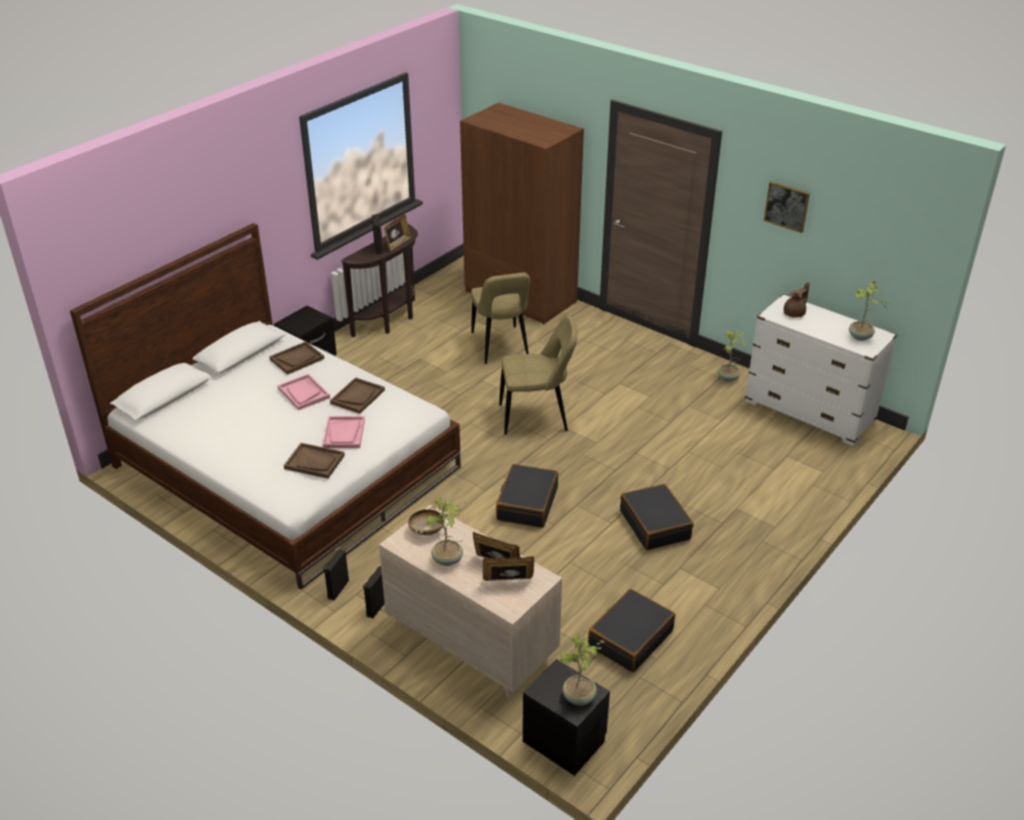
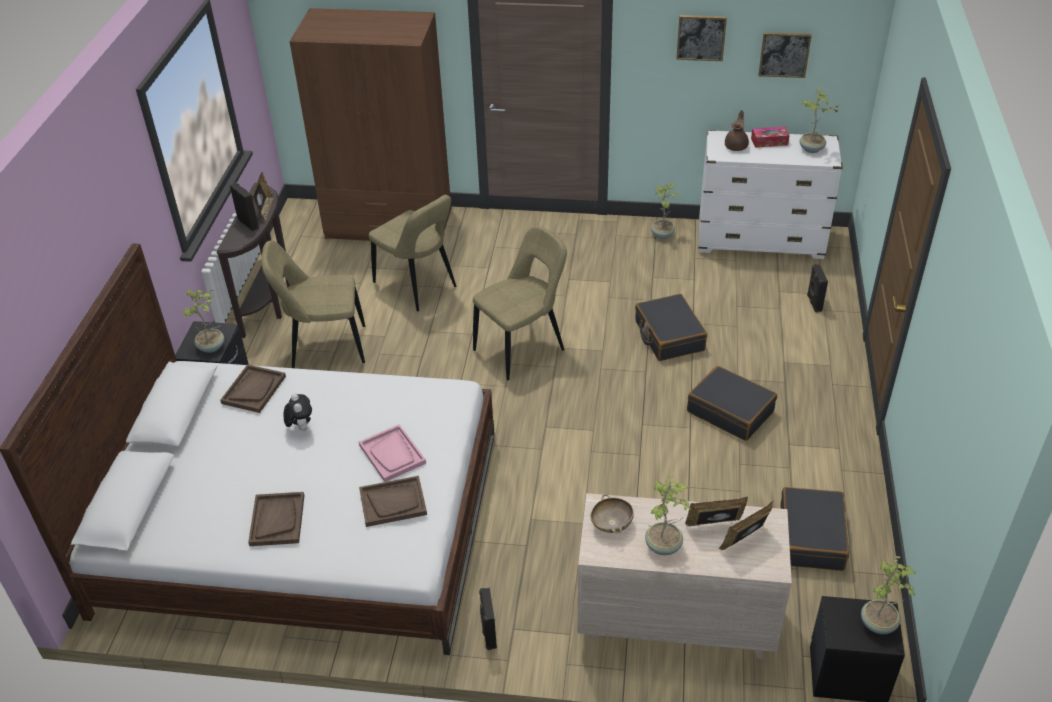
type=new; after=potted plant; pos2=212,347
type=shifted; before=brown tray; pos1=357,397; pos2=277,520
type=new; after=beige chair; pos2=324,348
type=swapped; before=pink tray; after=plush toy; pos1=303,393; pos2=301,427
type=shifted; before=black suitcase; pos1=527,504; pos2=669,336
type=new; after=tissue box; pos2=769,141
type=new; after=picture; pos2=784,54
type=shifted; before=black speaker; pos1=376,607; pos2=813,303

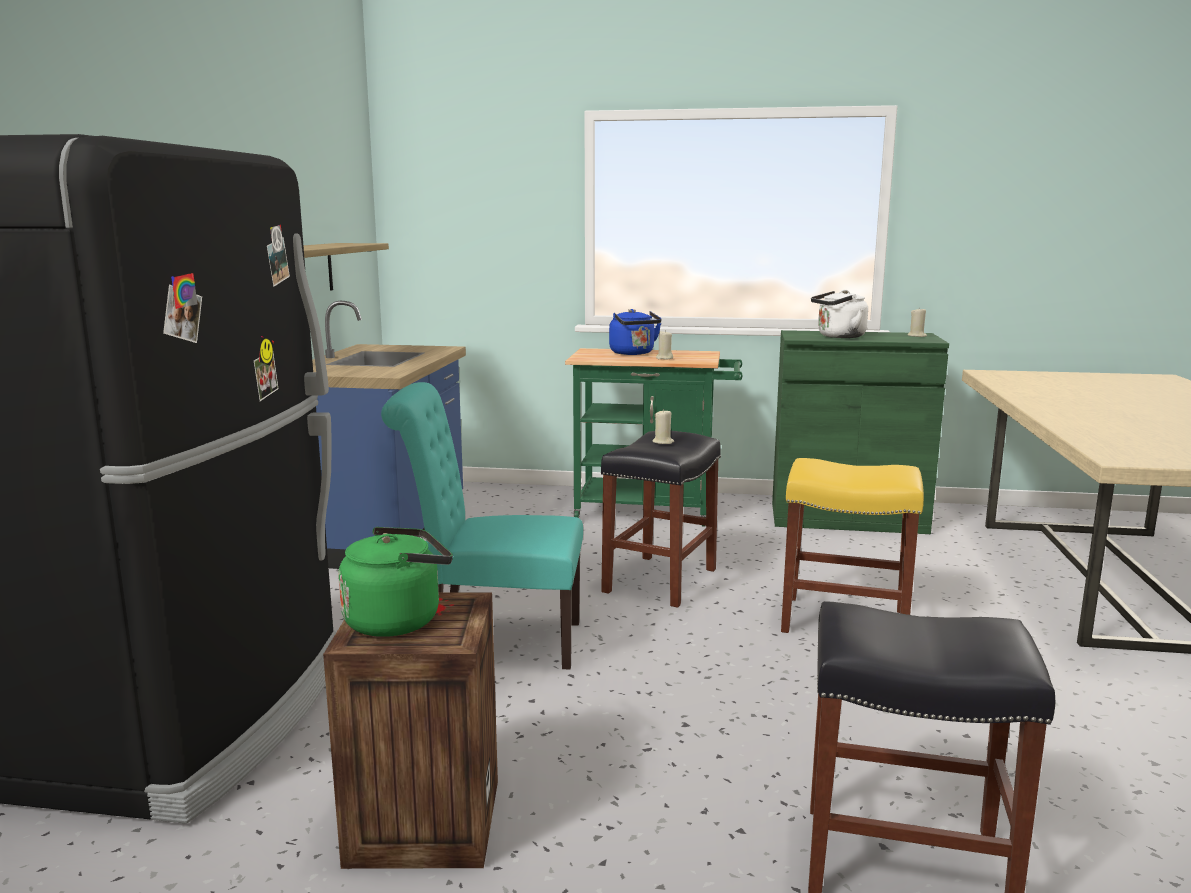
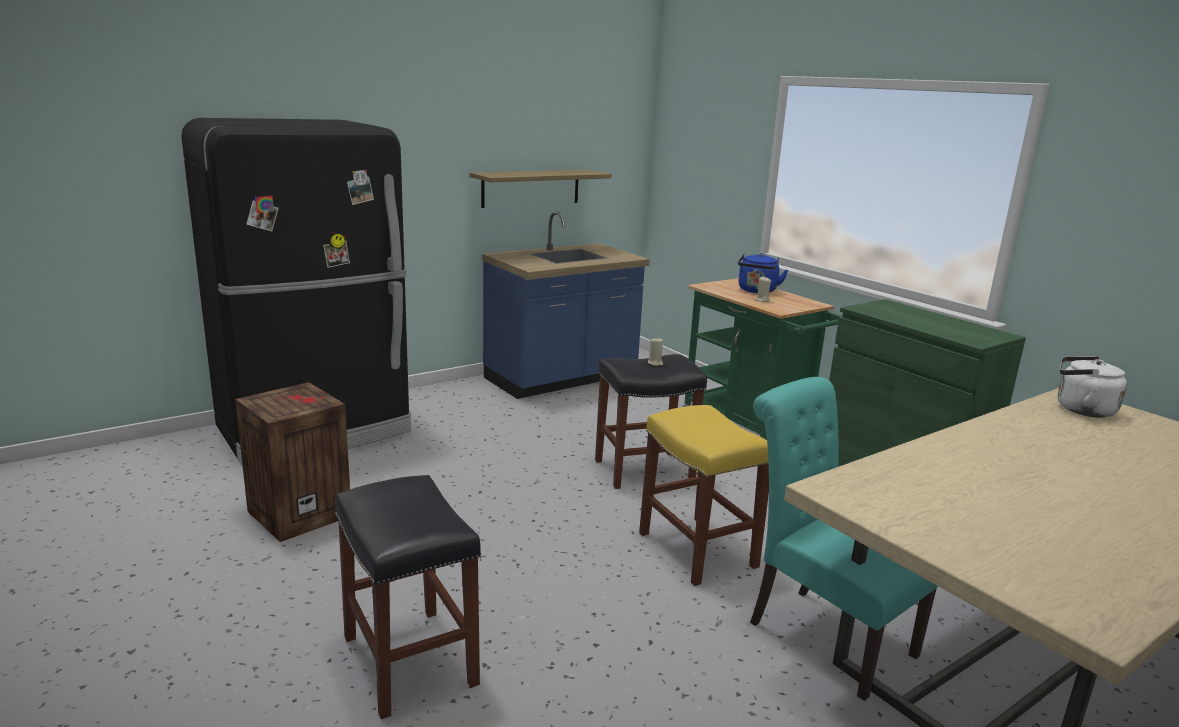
type=shifted; before=turquoise chair; pos1=494,642; pos2=822,634
type=shifted; before=white kettle; pos1=838,336; pos2=1080,409
type=gone; before=green kettle; pos1=398,620
type=gone; before=beige candle; pos1=917,336

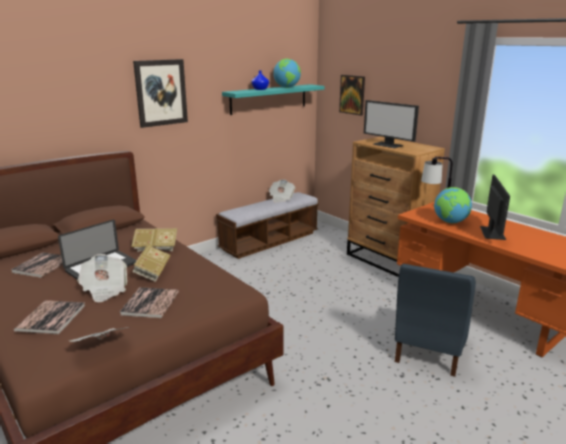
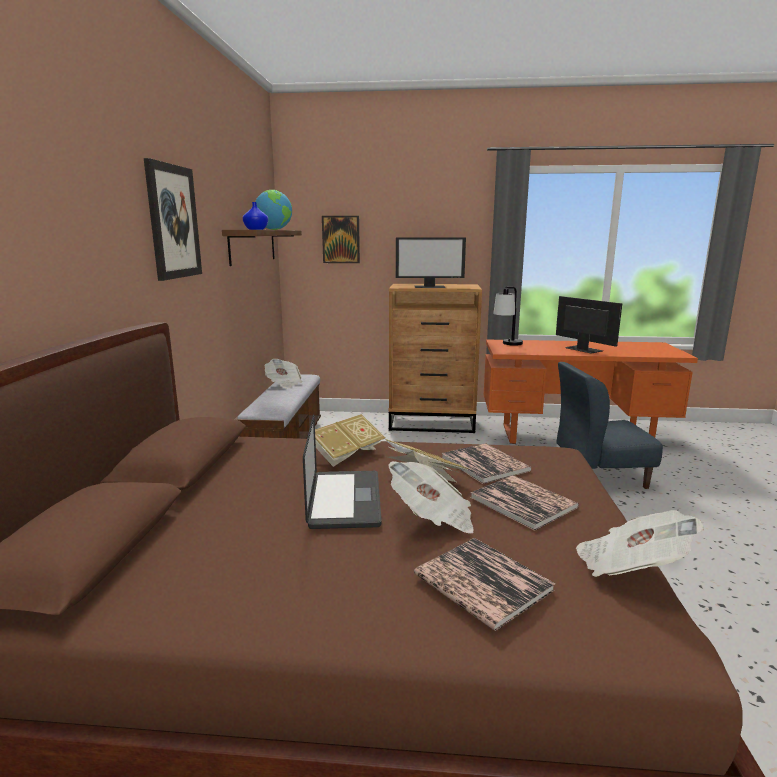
type=repainted; before=turquoise shelf; after=brown shelf; pos1=269,99; pos2=253,246
type=shifted; before=book; pos1=42,265; pos2=485,464
type=rotated; before=blue chair; pos1=428,350; pos2=599,476; turn=105
type=gone; before=globe; pos1=450,222

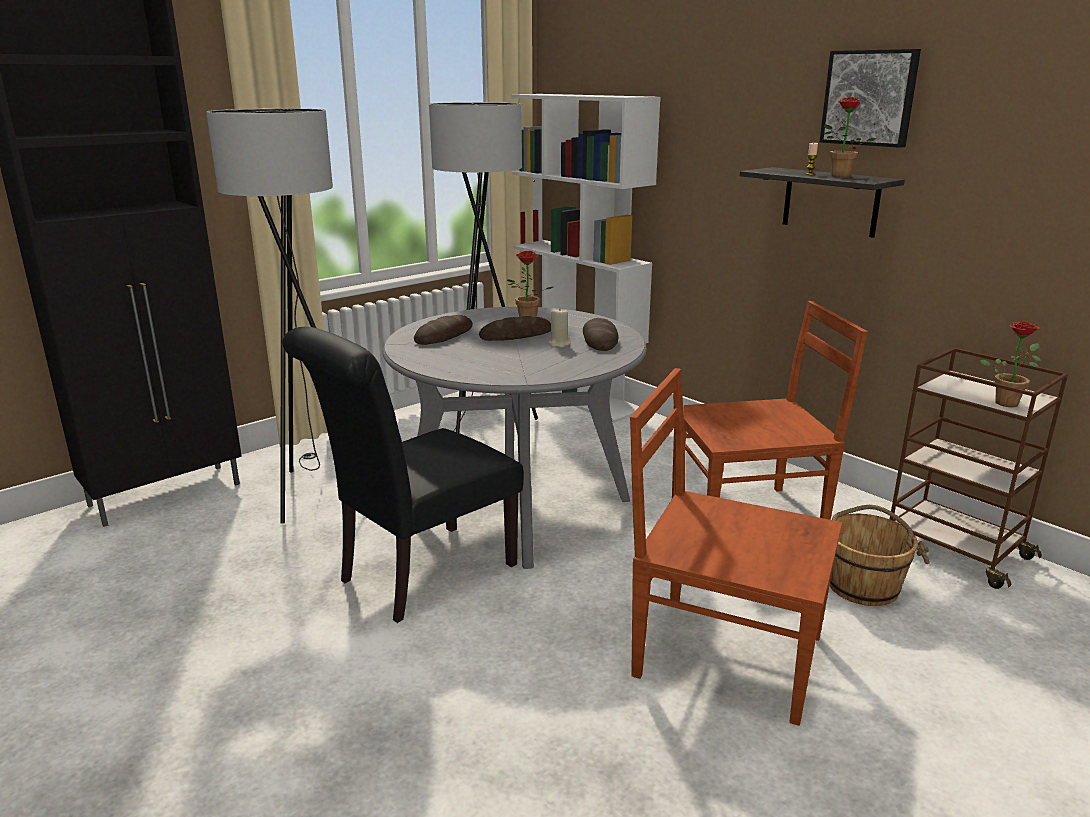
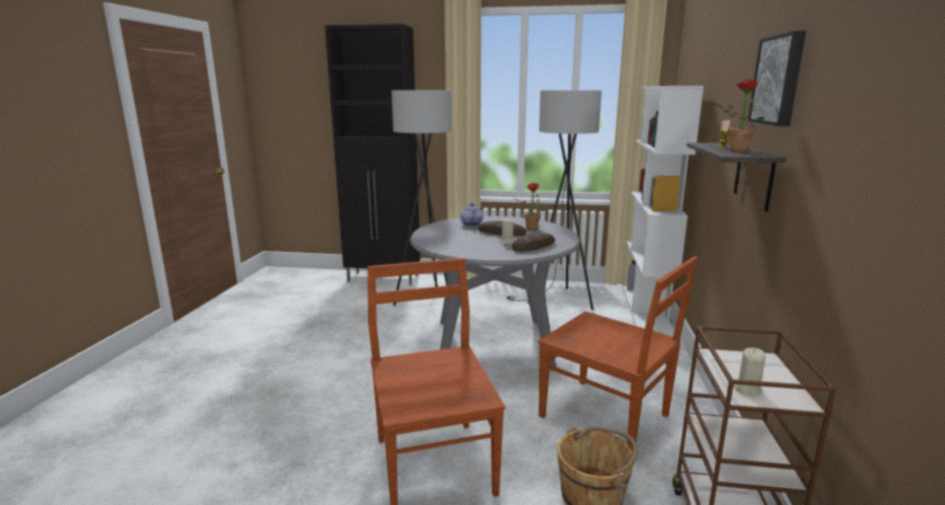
type=swapped; before=bread; after=teapot; pos1=444,335; pos2=471,224
type=swapped; before=potted plant; after=beige candle; pos1=1007,402; pos2=747,389
type=gone; before=black chair; pos1=419,575

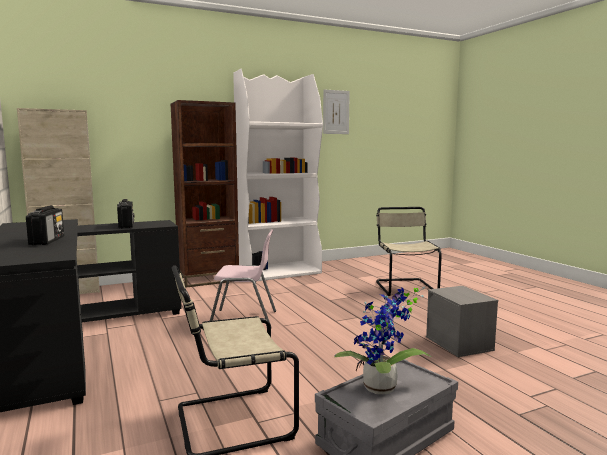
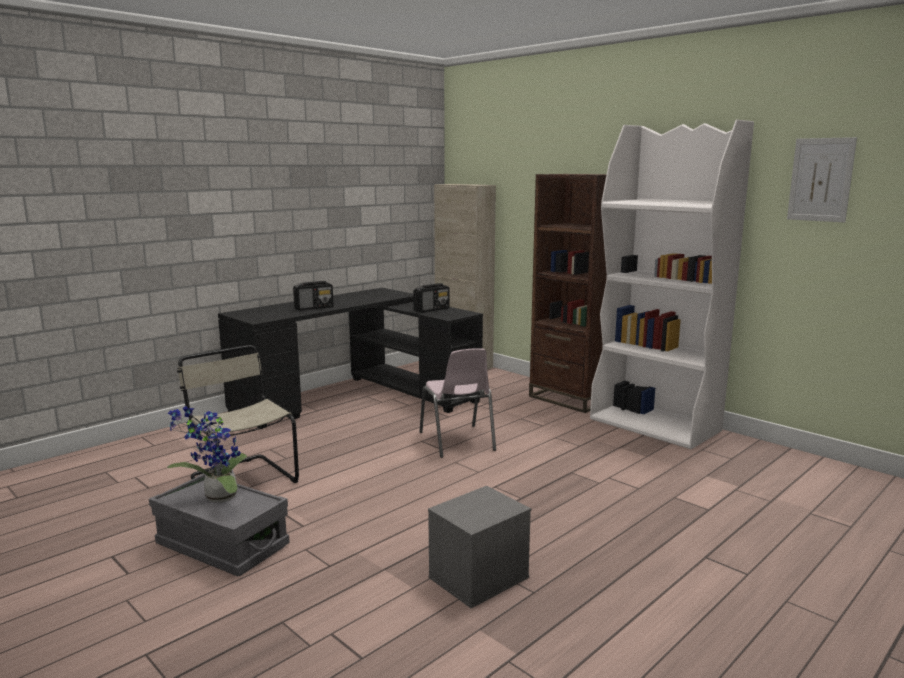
type=gone; before=beige chair; pos1=405,287

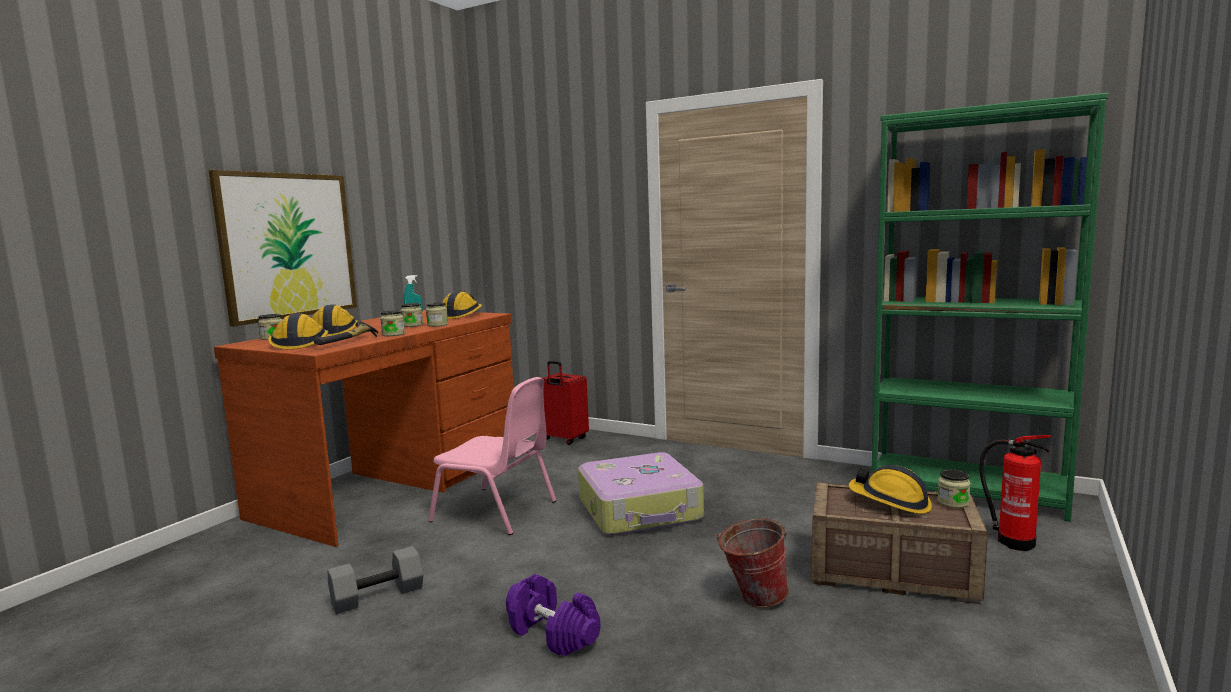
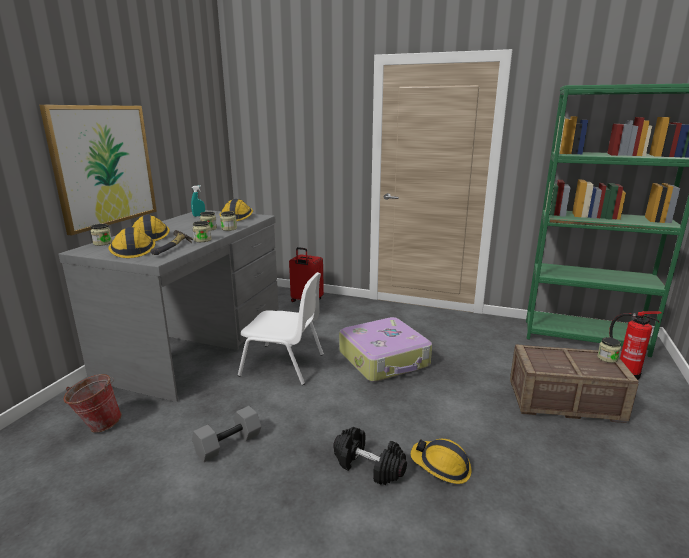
type=repainted; before=brown desk; after=grey desk; pos1=395,484; pos2=197,343
type=shifted; before=bucket; pos1=752,598; pos2=97,425
type=repainted; before=pink chair; after=white chair; pos1=496,511; pos2=284,365
type=repainted; before=purple dumbbell; after=black dumbbell; pos1=552,633; pos2=368,466
type=shifted; before=hard hat; pos1=890,502; pos2=441,466

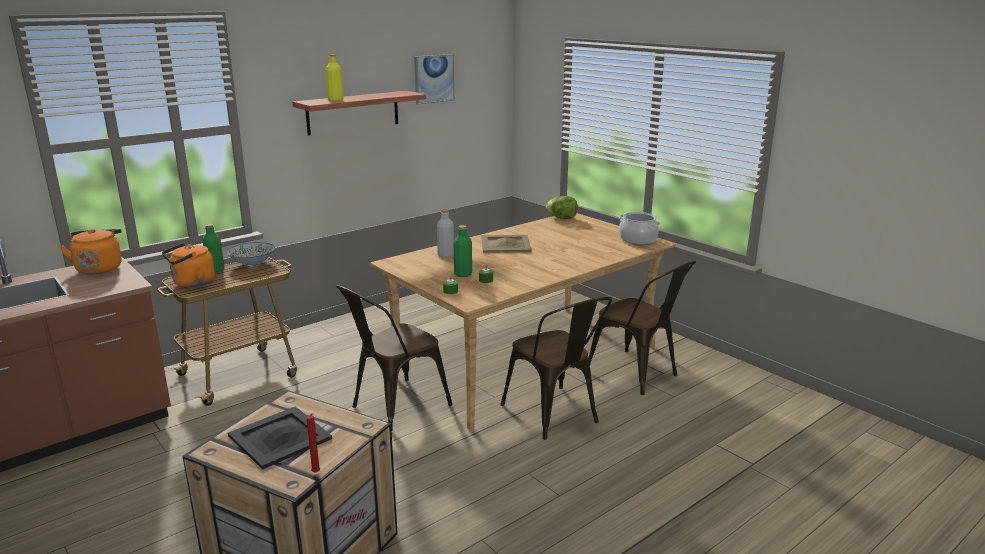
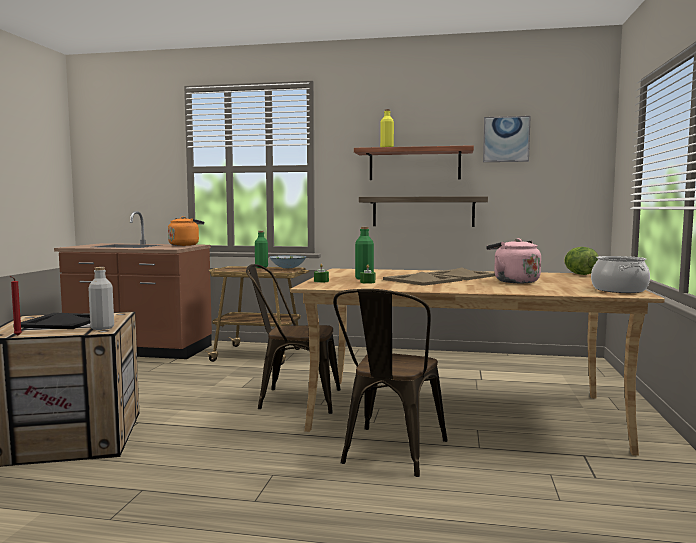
type=shifted; before=grey bottle; pos1=445,255; pos2=102,328
type=new; after=shelf; pos2=423,211
type=new; after=beige tray; pos2=422,280
type=new; after=pink kettle; pos2=513,281
type=gone; before=orange kettle; pos1=191,283
type=gone; before=brown chair; pos1=638,375

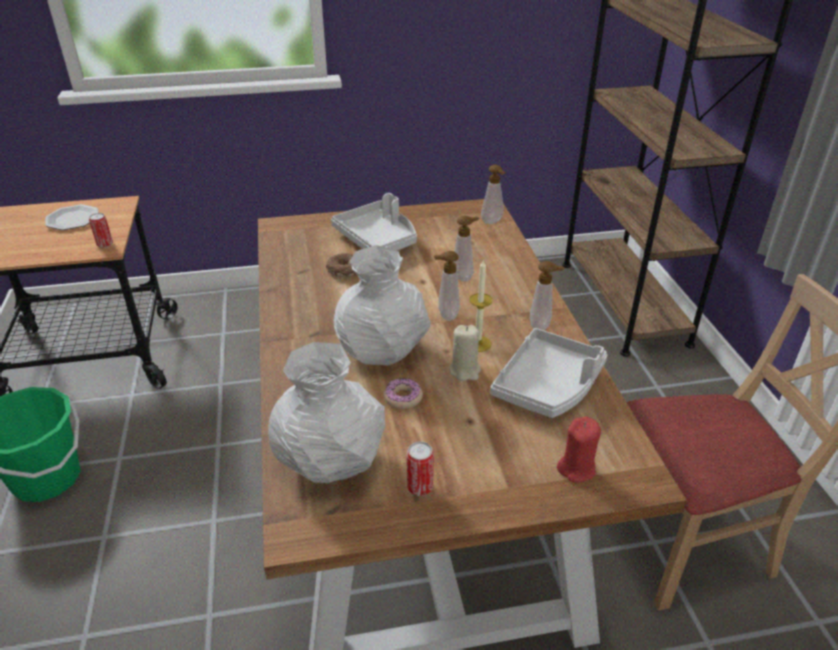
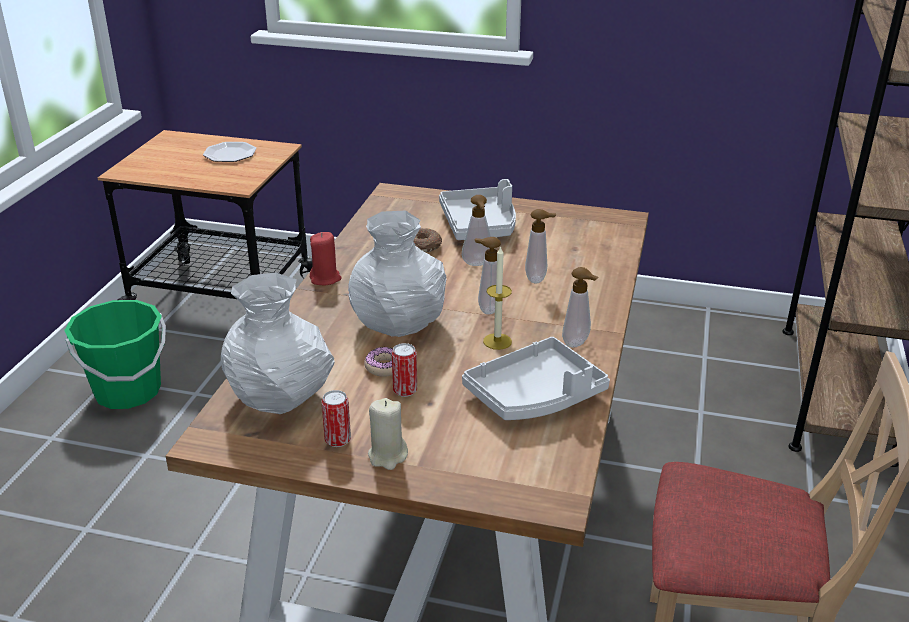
type=shifted; before=red candle; pos1=576,468; pos2=325,278
type=shifted; before=beige candle; pos1=465,371; pos2=387,456
type=shifted; before=can; pos1=105,244; pos2=405,390
type=shifted; before=soap dispenser; pos1=493,222; pos2=478,264

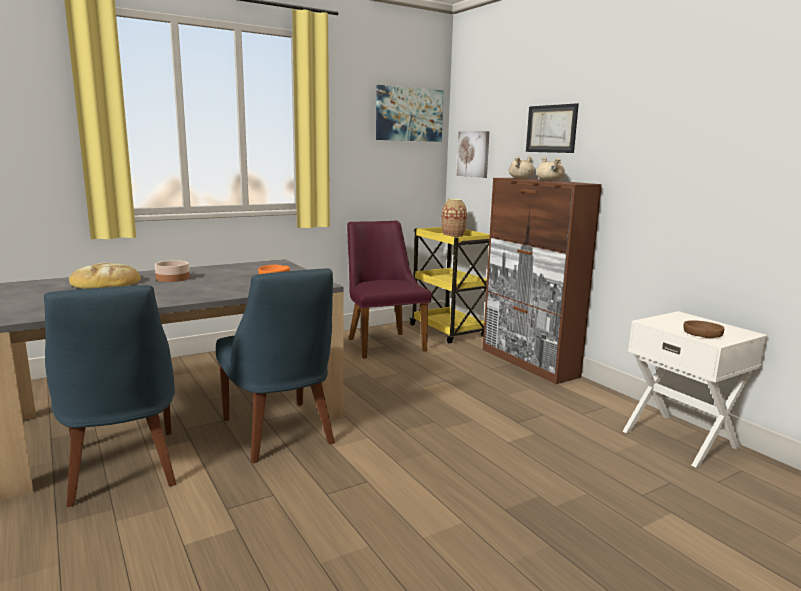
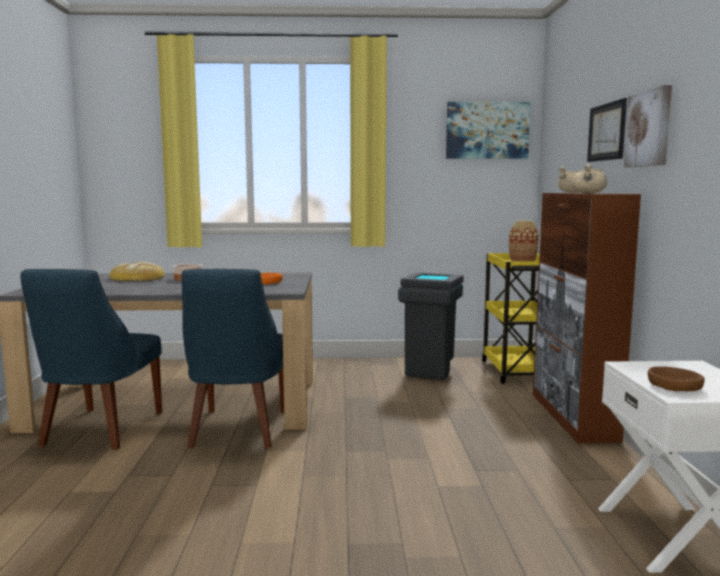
type=swapped; before=purple chair; after=grey trash can; pos1=382,342; pos2=430,372
type=shifted; before=picture; pos1=474,154; pos2=649,128

